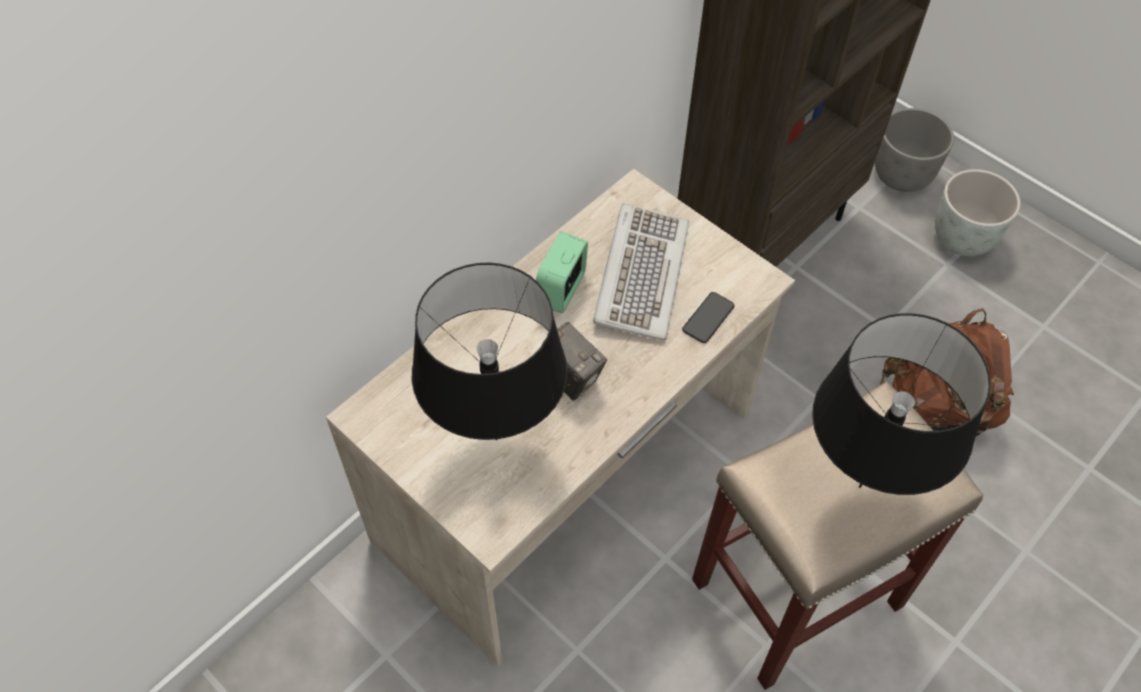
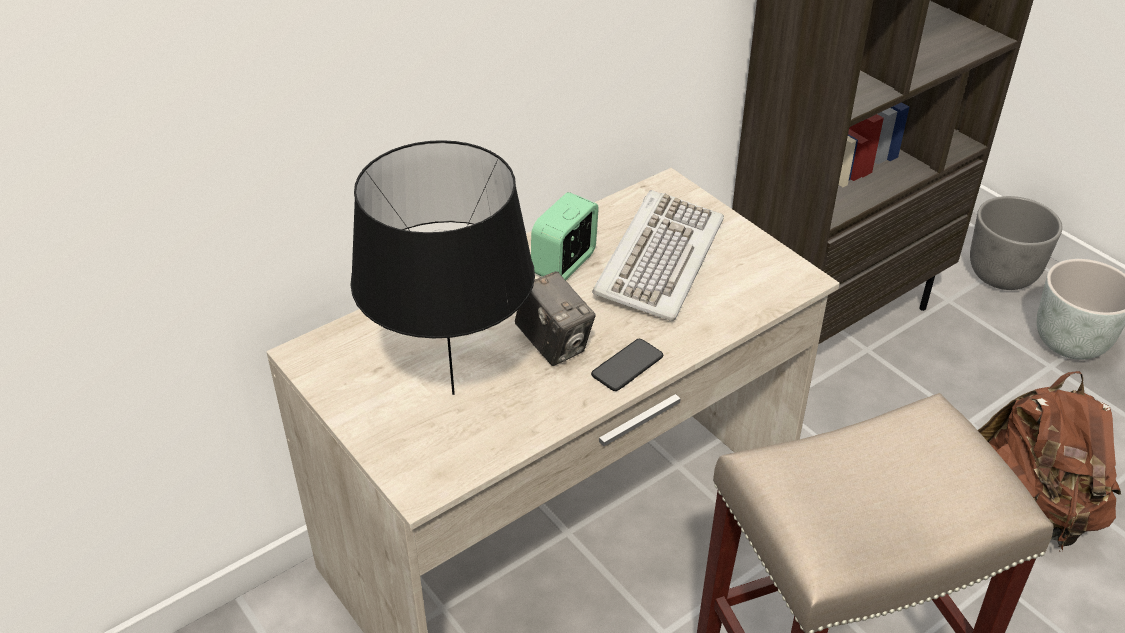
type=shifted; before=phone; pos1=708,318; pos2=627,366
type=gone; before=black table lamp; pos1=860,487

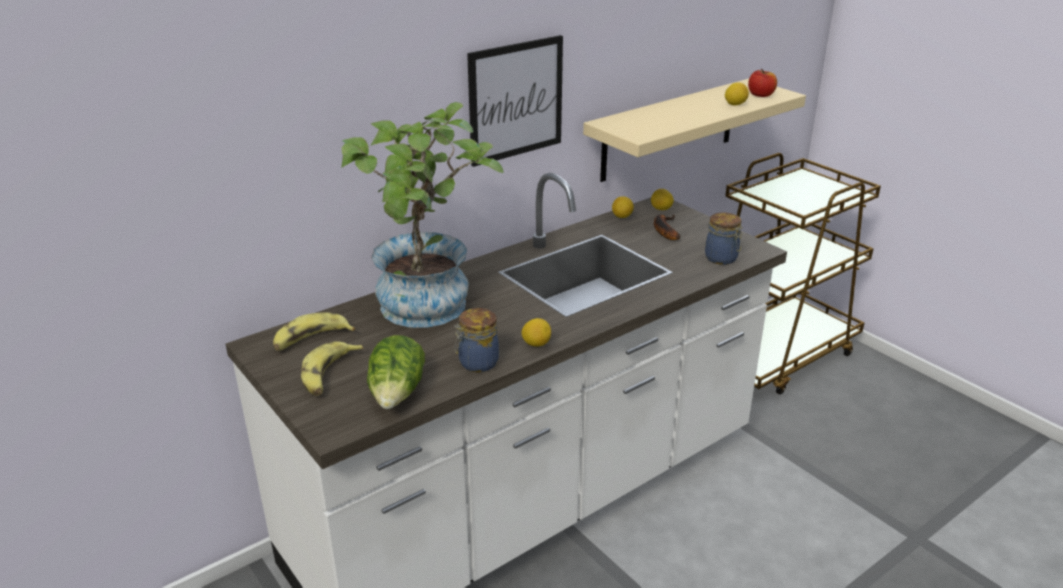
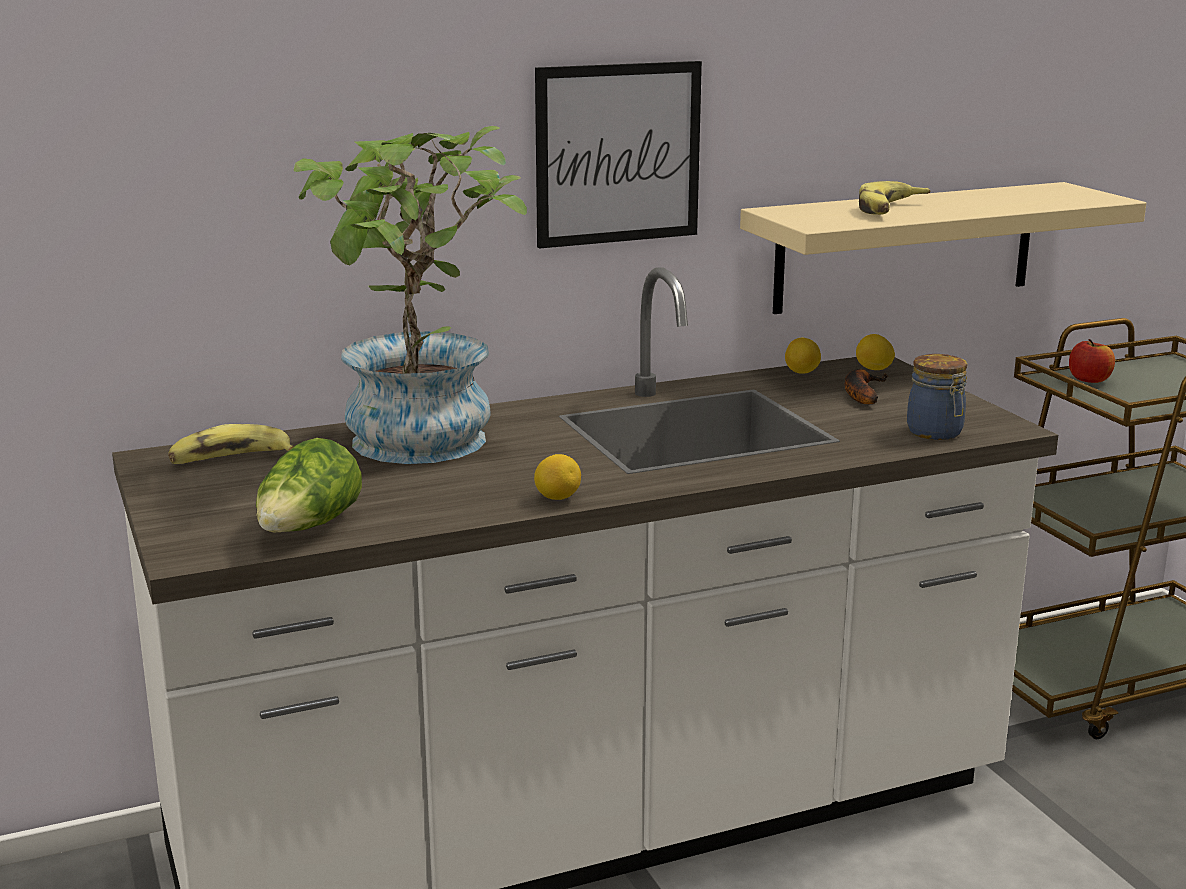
type=shifted; before=banana; pos1=329,375; pos2=889,210
type=shifted; before=apple; pos1=761,95; pos2=1089,380
type=gone; before=jar; pos1=477,363
type=gone; before=lemon; pos1=735,104

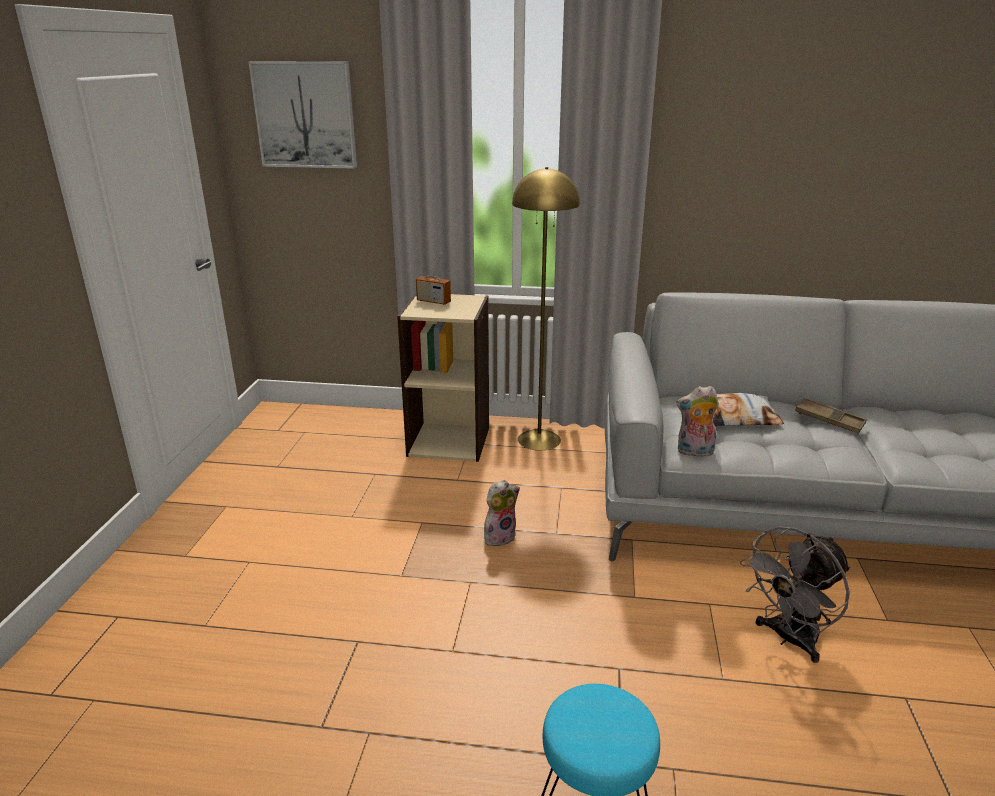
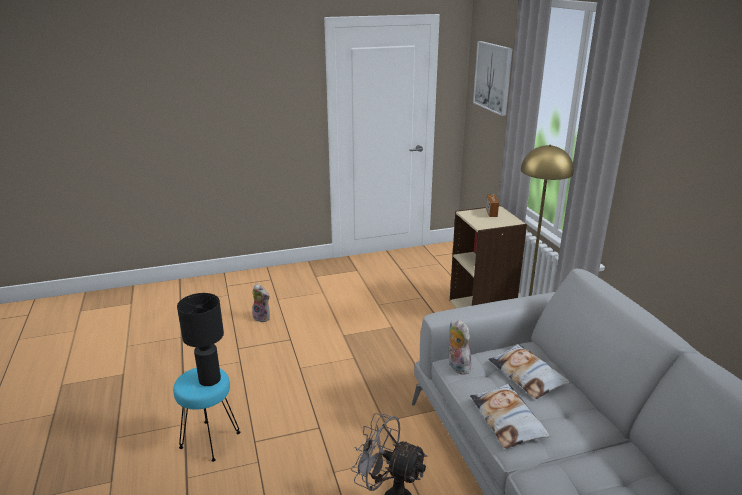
type=new; after=black table lamp; pos2=209,380
type=shifted; before=plush toy; pos1=500,536; pos2=263,317
type=new; after=pillow; pos2=507,420
type=gone; before=brown tray; pos1=829,420

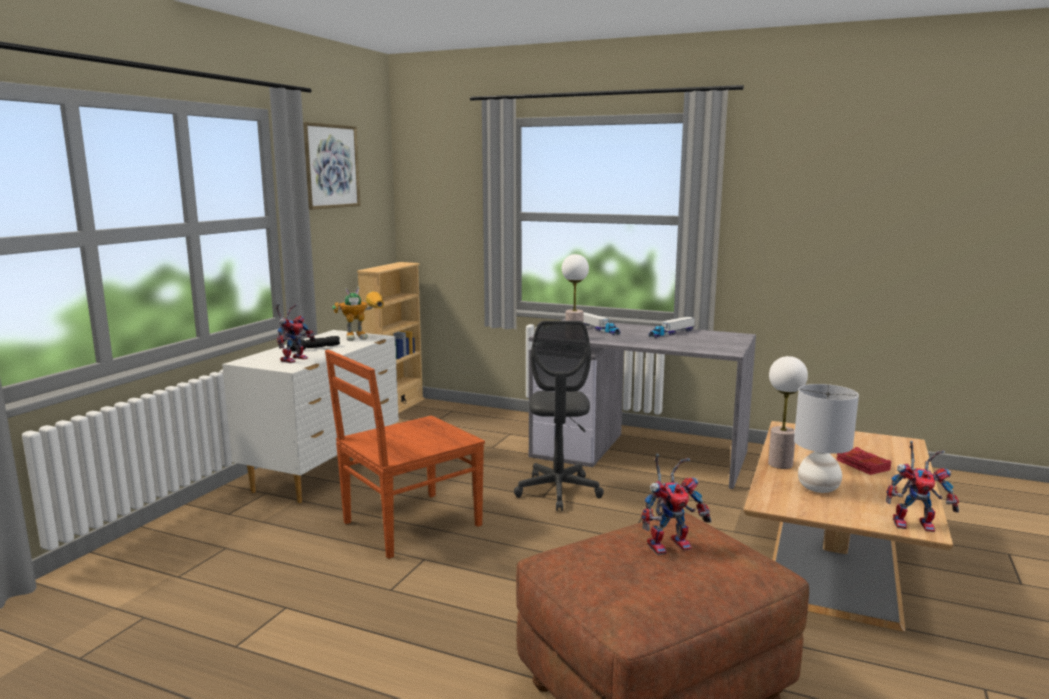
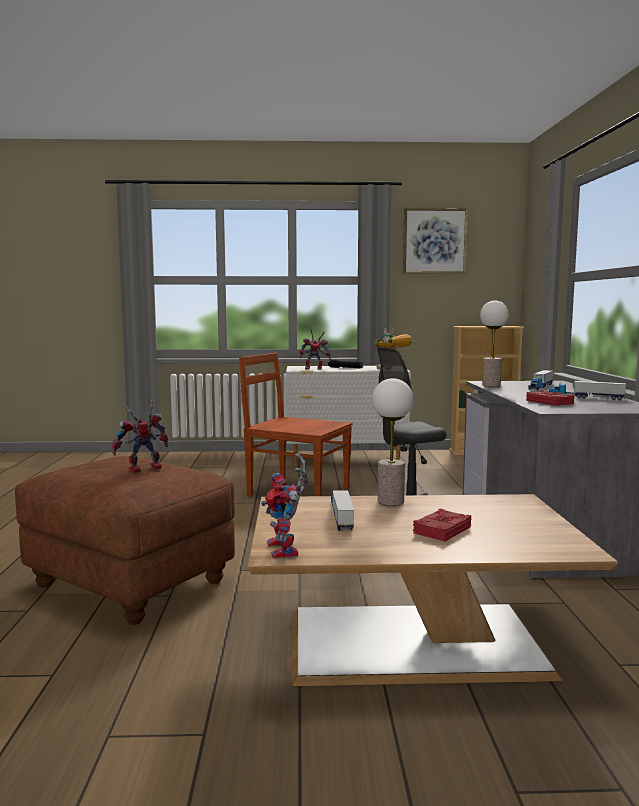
type=rotated; before=toy robot; pos1=670,544; pos2=142,470; turn=105
type=swapped; before=grey table lamp; after=toy truck; pos1=819,488; pos2=341,515
type=new; after=red book; pos2=550,402

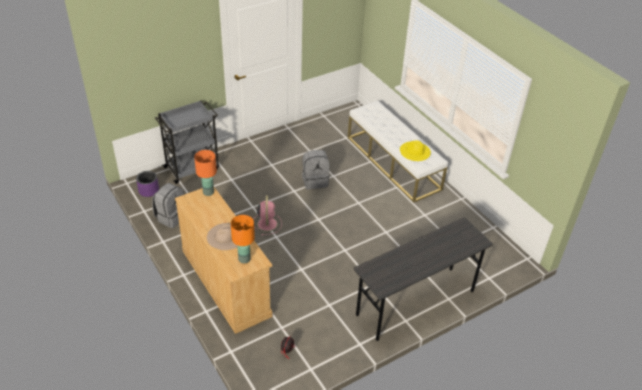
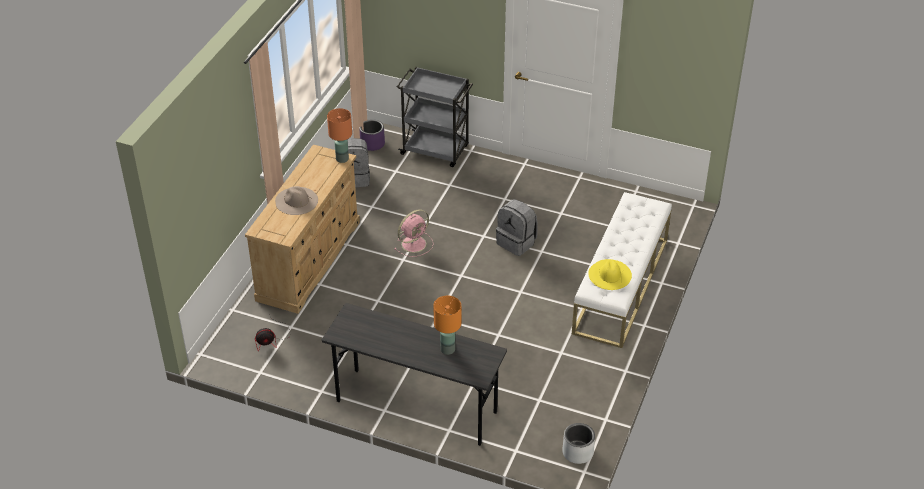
type=shifted; before=orange table lamp; pos1=244,259; pos2=447,349
type=new; after=grey planter; pos2=578,452

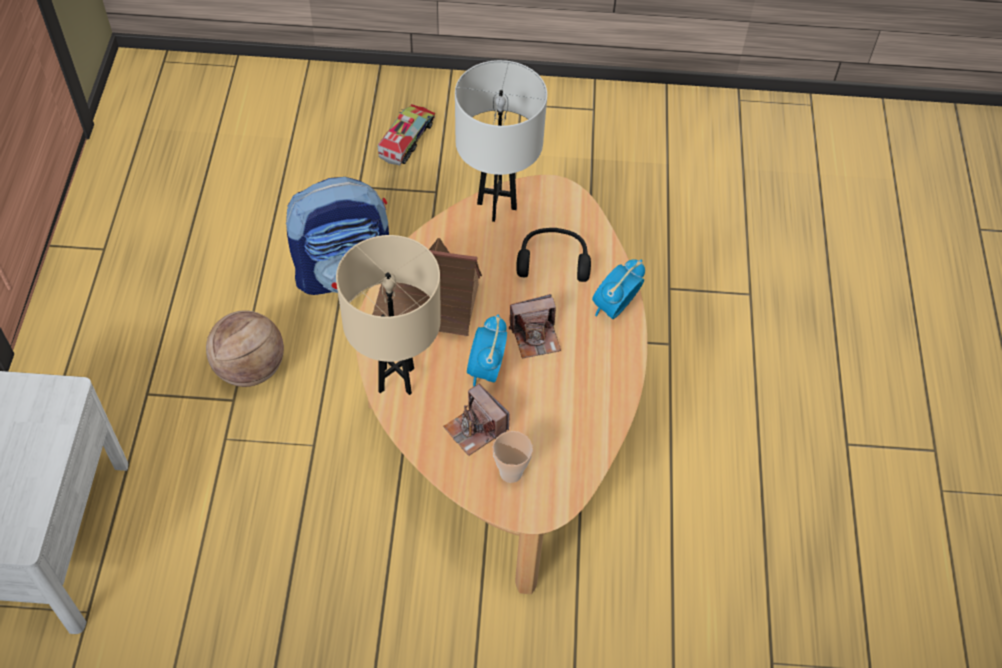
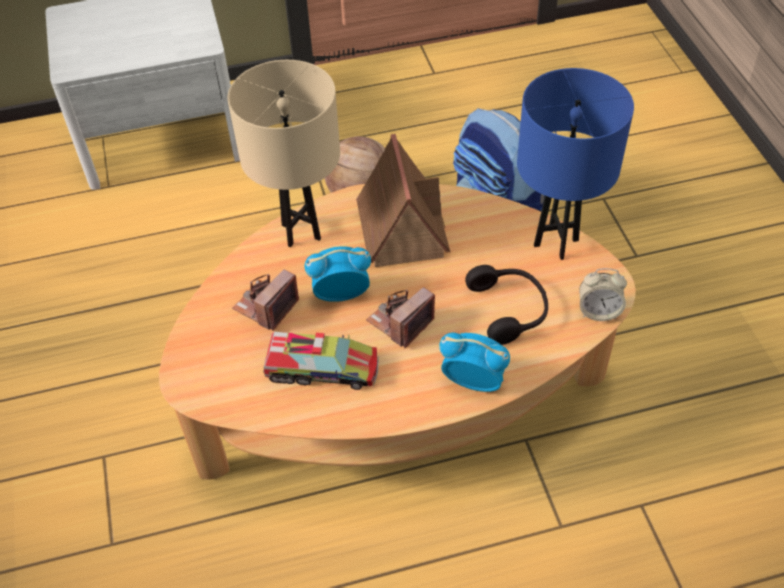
type=shifted; before=toy truck; pos1=407,139; pos2=322,369
type=rotated; before=photo camera; pos1=535,336; pos2=400,322; turn=75
type=repainted; before=white table lamp; after=blue table lamp; pos1=497,206; pos2=556,243
type=new; after=alarm clock; pos2=598,311
type=gone; before=cup; pos1=511,473

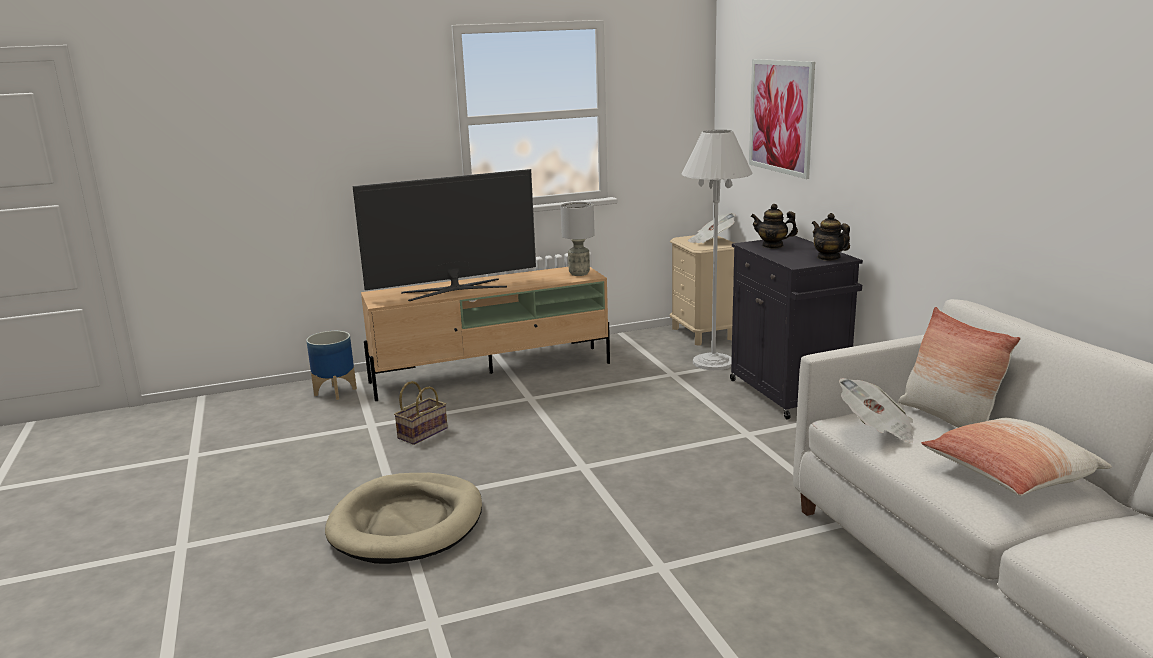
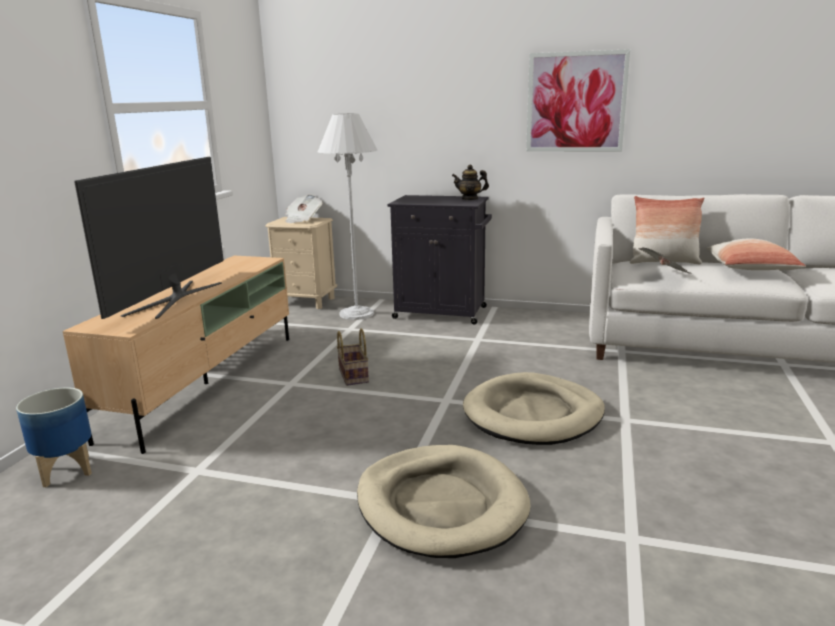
type=shifted; before=basket; pos1=423,432; pos2=352,375
type=new; after=beige dog bed; pos2=533,414
type=shifted; before=picture; pos1=781,116; pos2=576,102
type=gone; before=grey table lamp; pos1=578,273
type=gone; before=teapot; pos1=772,246

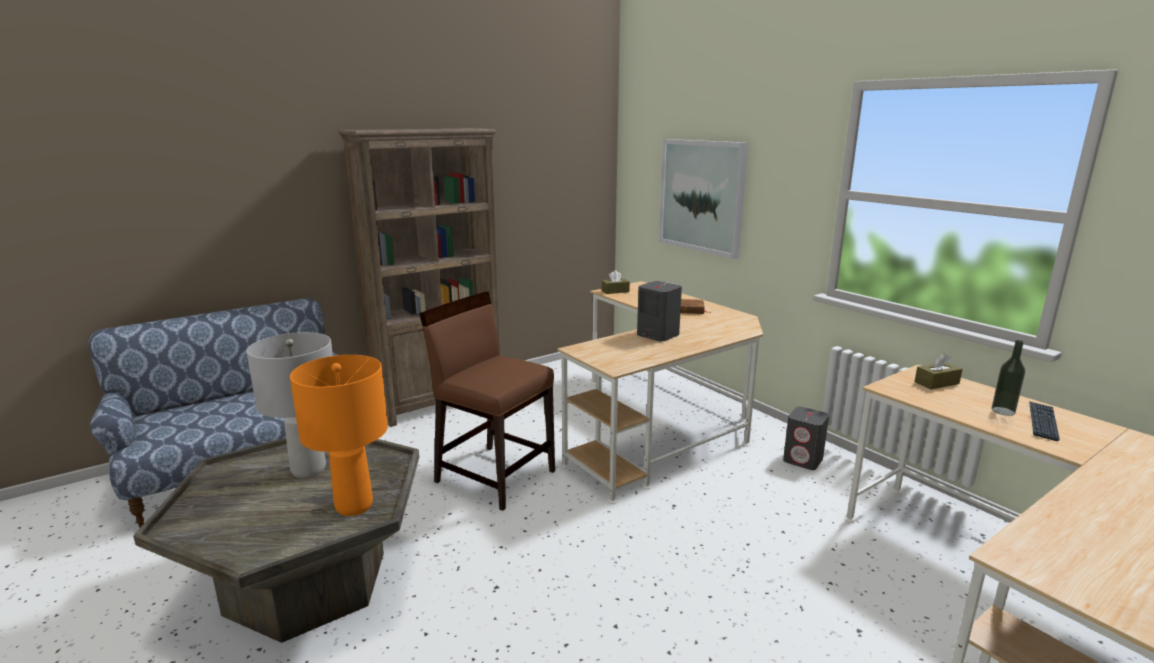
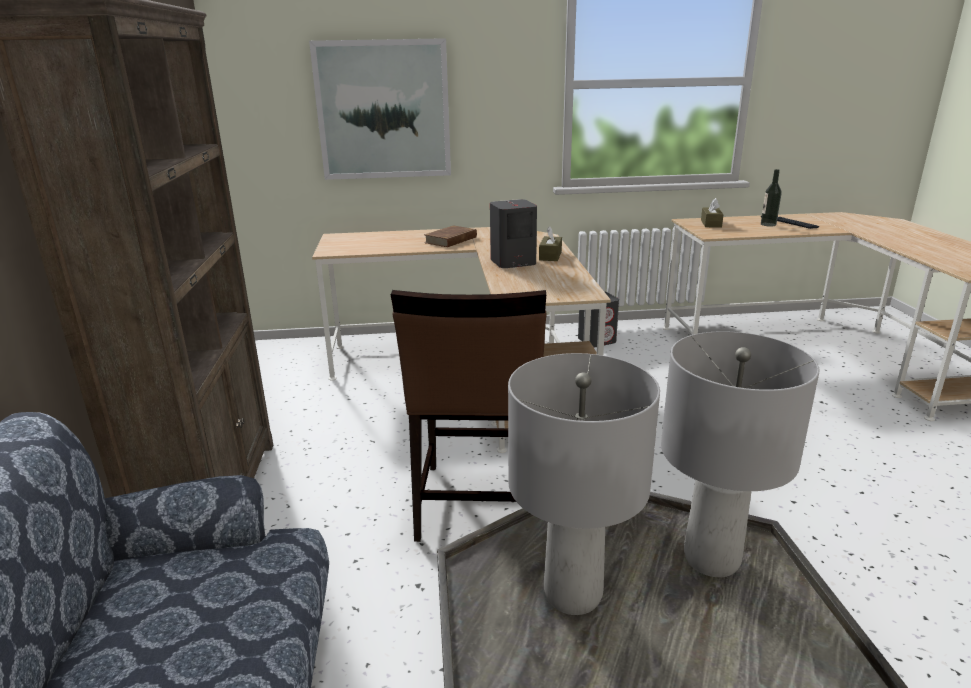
type=rotated; before=brown chair; pos1=495,475; pos2=478,503; turn=-60
type=shifted; before=brown tissue box; pos1=615,291; pos2=550,256
type=repainted; before=orange table lamp; after=grey table lamp; pos1=353,506; pos2=712,560

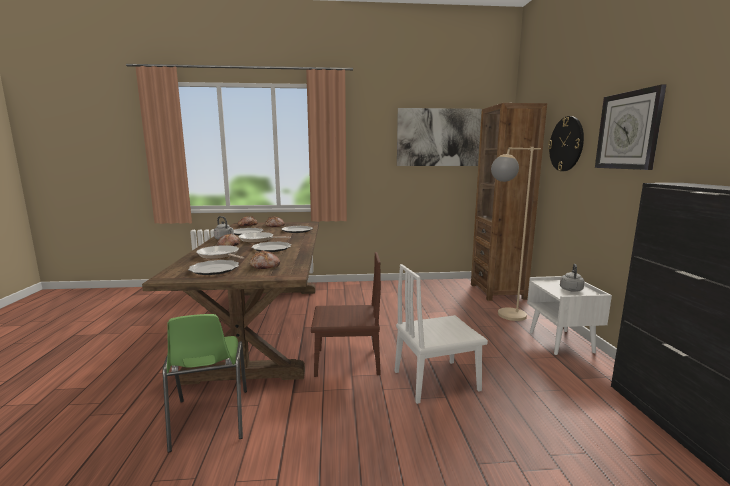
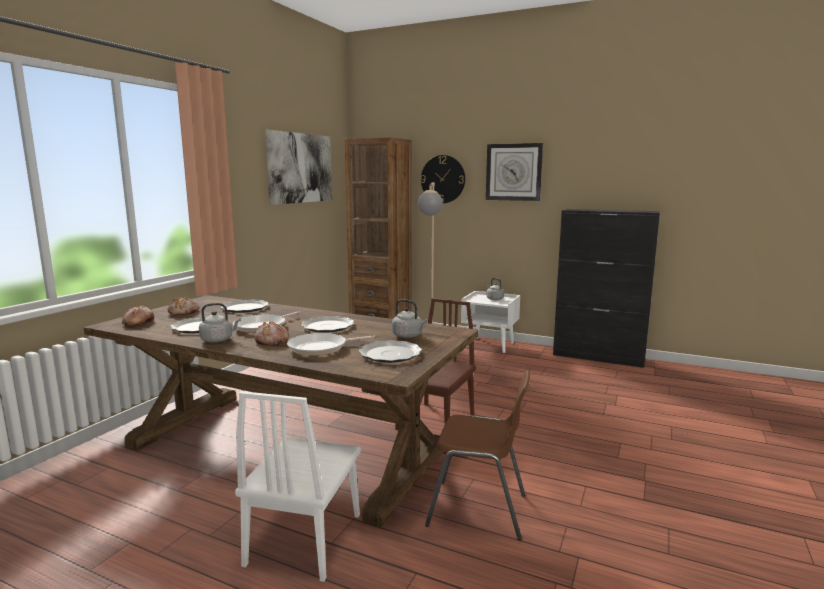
type=shifted; before=white chair; pos1=436,380; pos2=305,538
type=swapped; before=bread; after=grey kettle; pos1=265,266; pos2=408,336
type=repainted; before=green chair; after=brown chair; pos1=209,419; pos2=478,510

